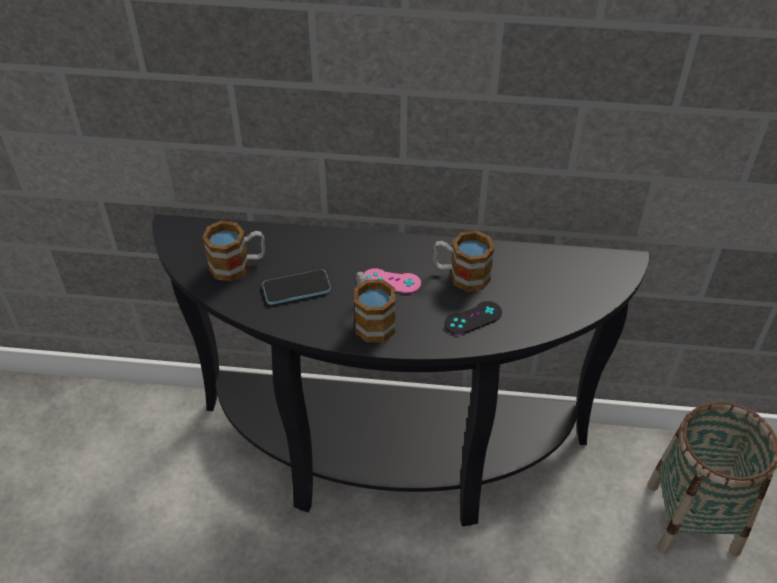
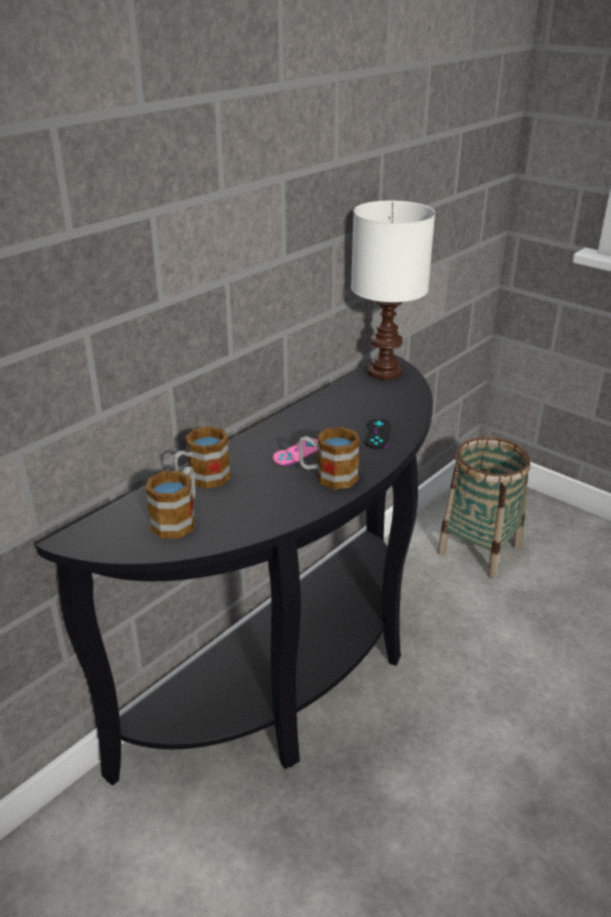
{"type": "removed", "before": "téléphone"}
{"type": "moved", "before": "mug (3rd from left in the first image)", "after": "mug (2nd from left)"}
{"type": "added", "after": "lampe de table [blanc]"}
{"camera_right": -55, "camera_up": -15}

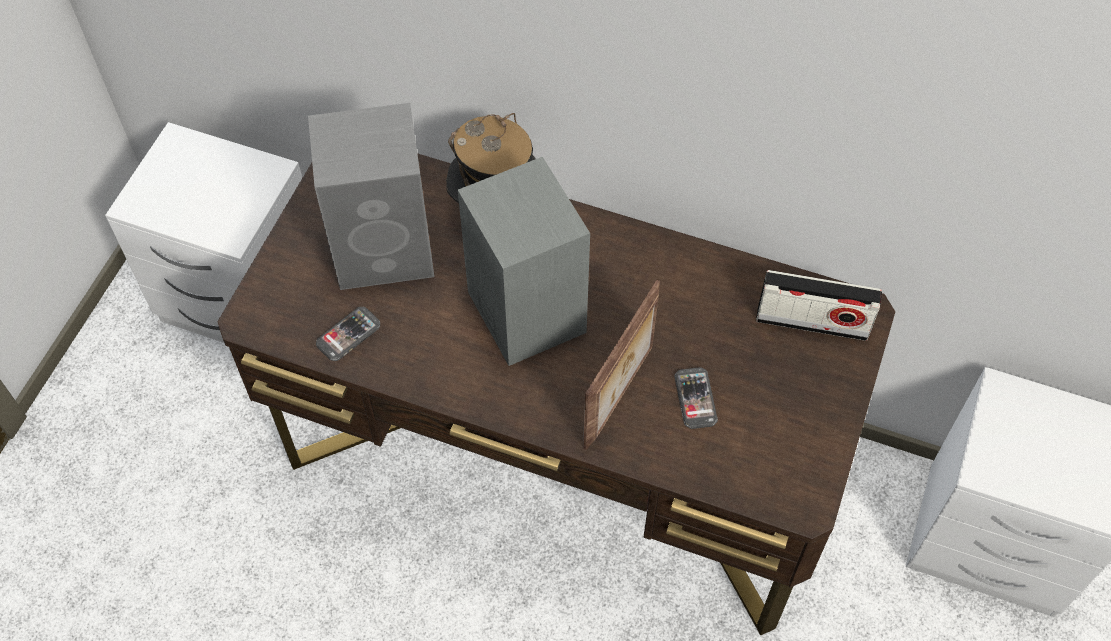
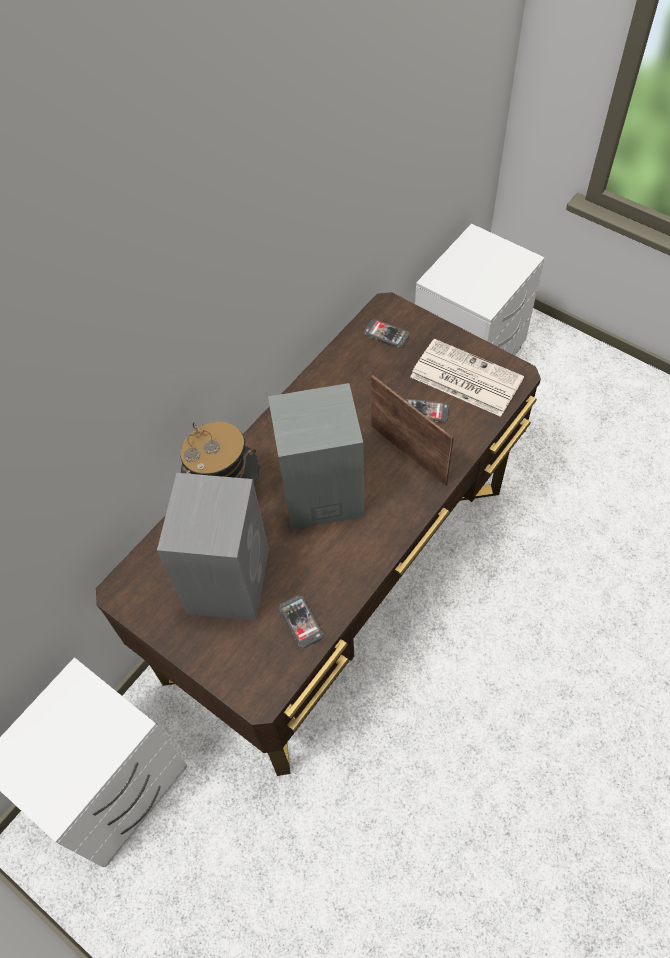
{"type": "replaced", "before": "radio", "after": "téléphone (2nd from left)"}
{"type": "added", "after": "journal"}
{"camera_right": -70, "camera_up": 0}

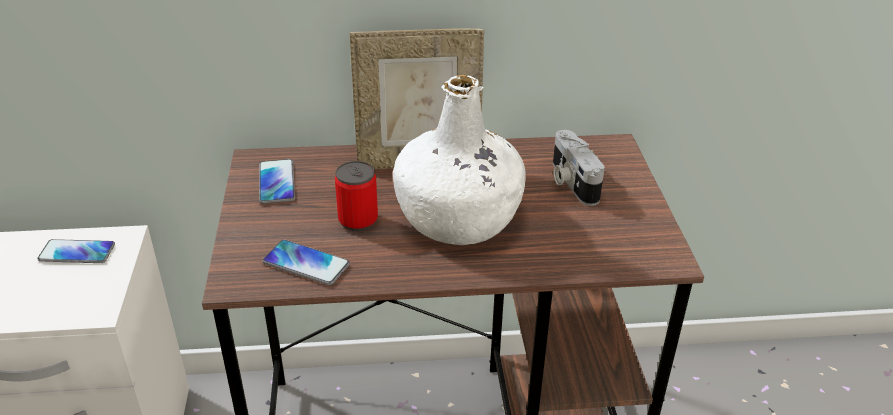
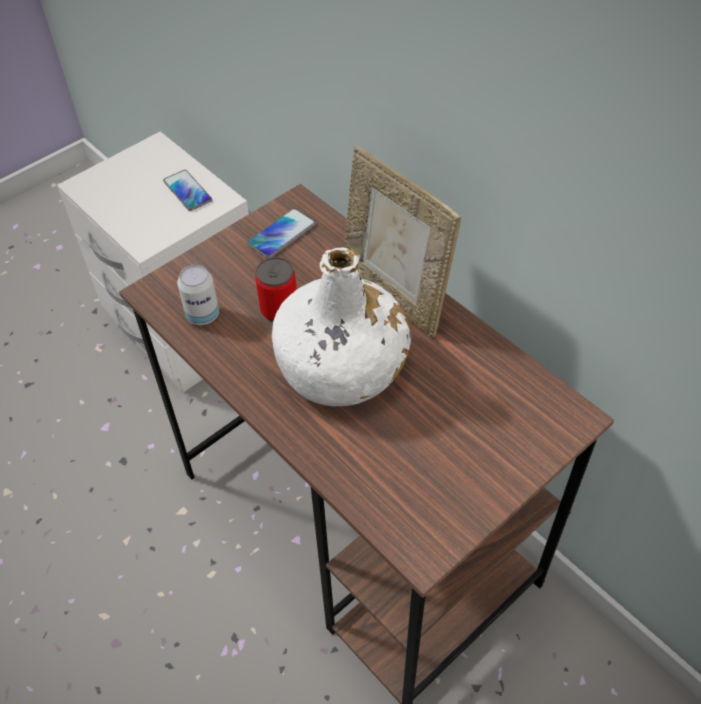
{"type": "replaced", "before": "téléphone (3rd from left)", "after": "boîte métallique (1st from left)"}
{"type": "removed", "before": "appareil photo"}
{"camera_right": 55, "camera_up": 15}

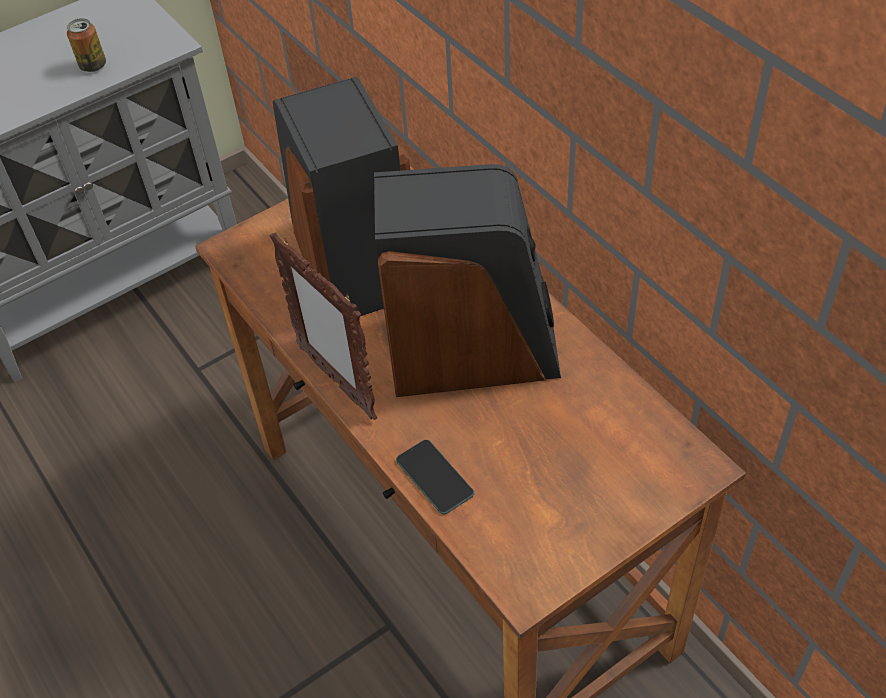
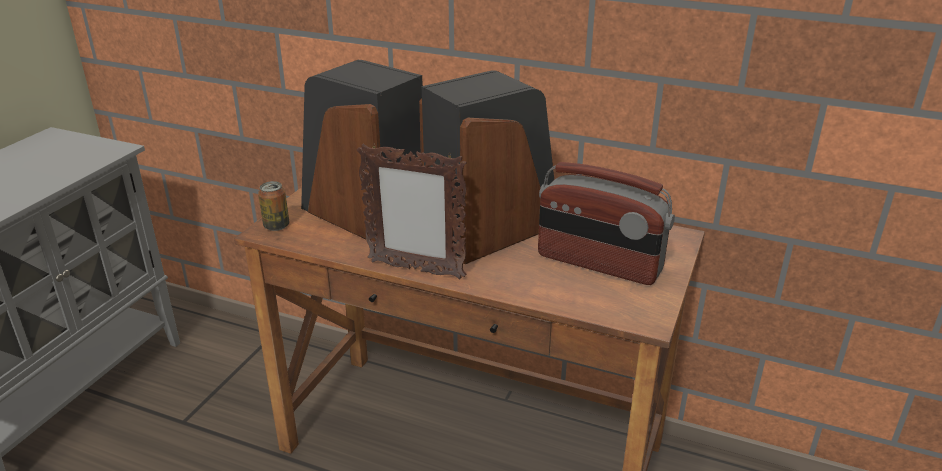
{"type": "moved", "before": "boîte métallique"}
{"type": "removed", "before": "téléphone"}
{"type": "added", "after": "radio"}
{"camera_right": -35, "camera_up": -20}

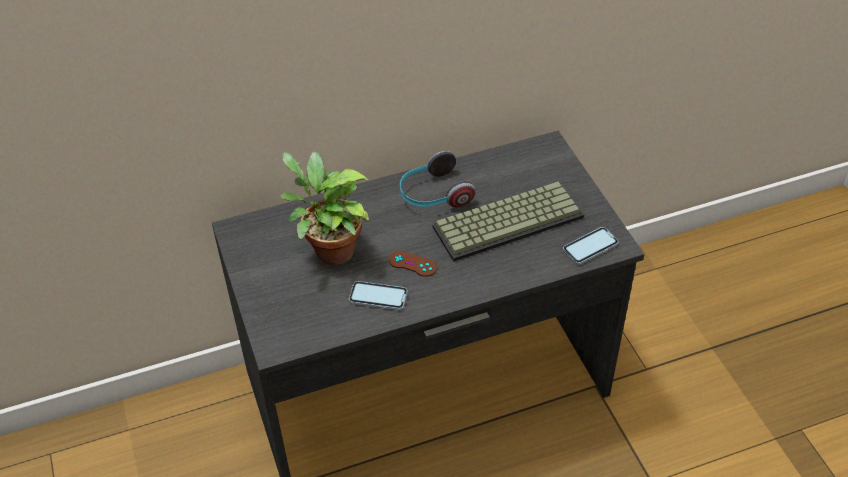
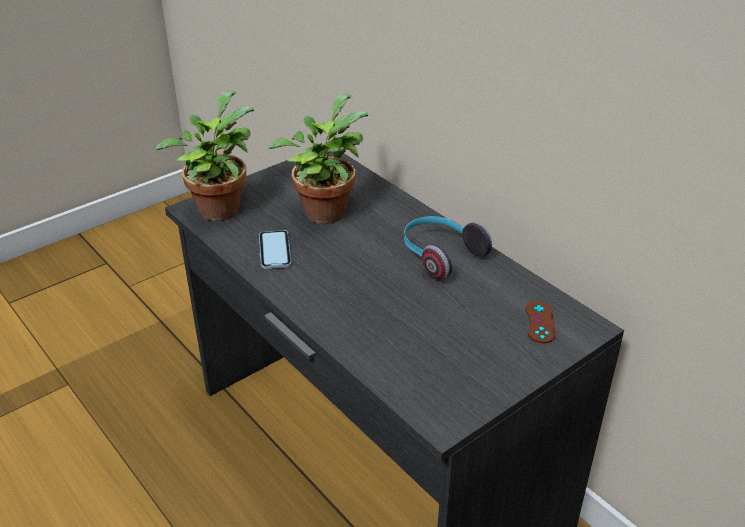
{"type": "moved", "before": "manette [marron]"}
{"type": "removed", "before": "clavier"}
{"type": "removed", "before": "téléphone (2nd from left)"}
{"type": "added", "after": "plante en pot (1st from left)"}
{"camera_right": 70, "camera_up": -10}

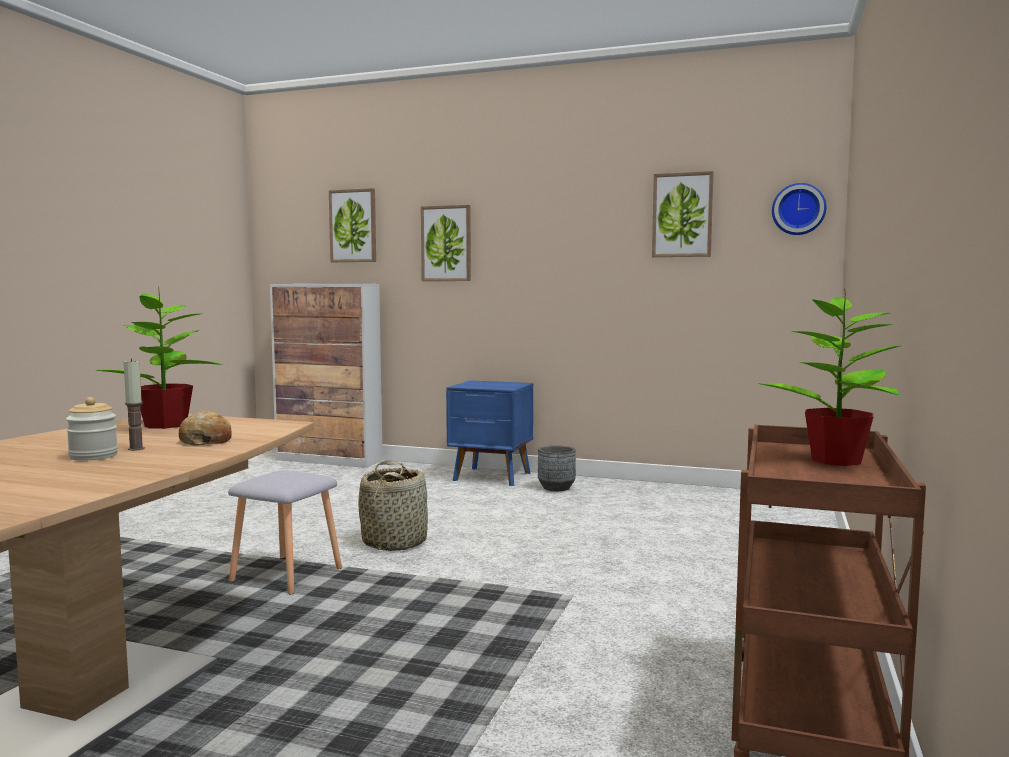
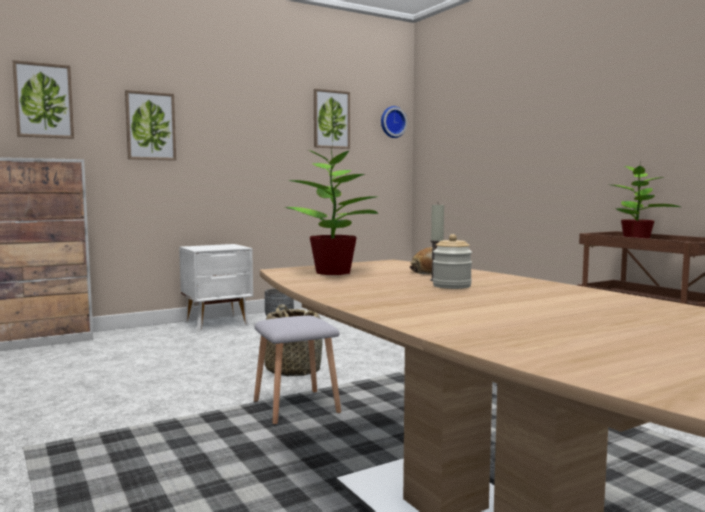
{"type": "recoloured", "before": "table de chevet [bleu]", "after": "table de chevet [blanc]"}
{"camera_right": -50, "camera_up": 0}

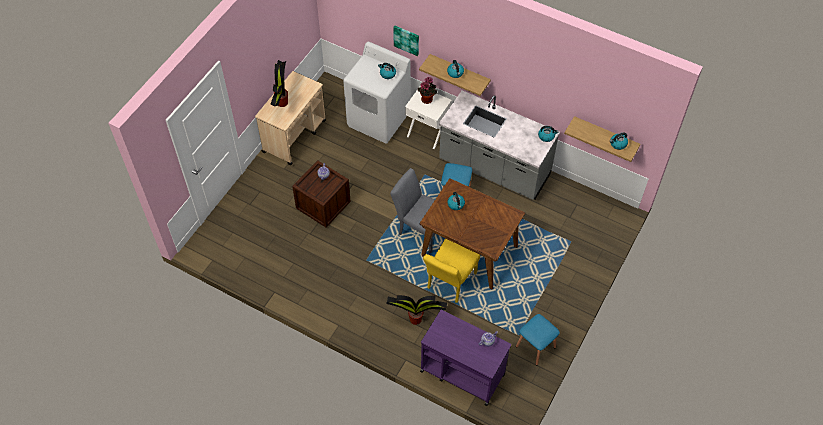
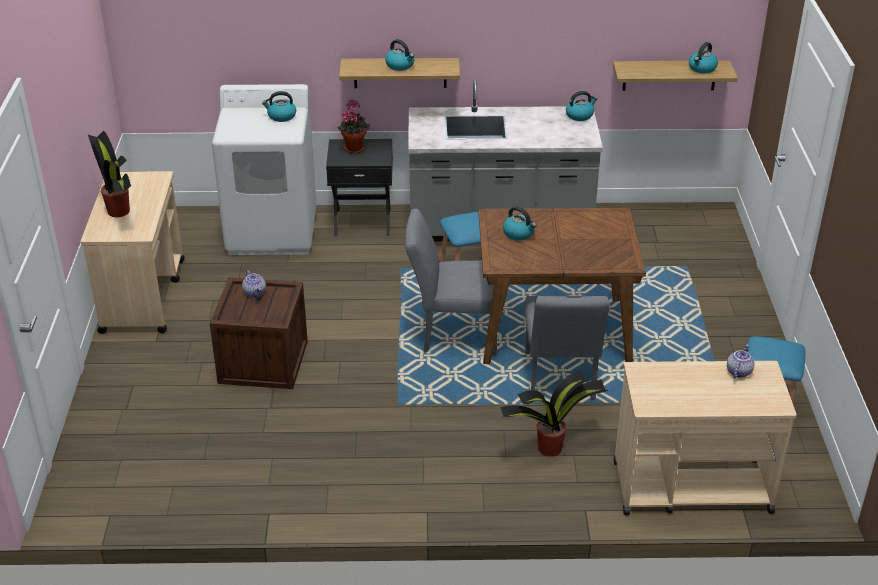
{"type": "removed", "before": "tableau"}
{"type": "recoloured", "before": "table de chevet [blanc]", "after": "table de chevet [noir]"}
{"type": "recoloured", "before": "chariot [violet]", "after": "chariot [beige] (2nd from left)"}
{"type": "recoloured", "before": "chaise [jaune]", "after": "chaise [gris] (2nd from left)"}
{"camera_right": -30, "camera_up": -20}

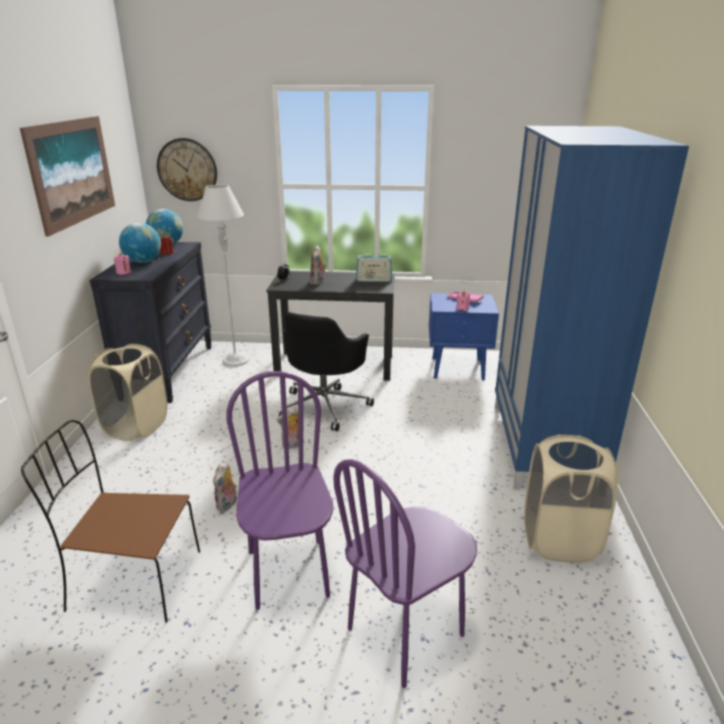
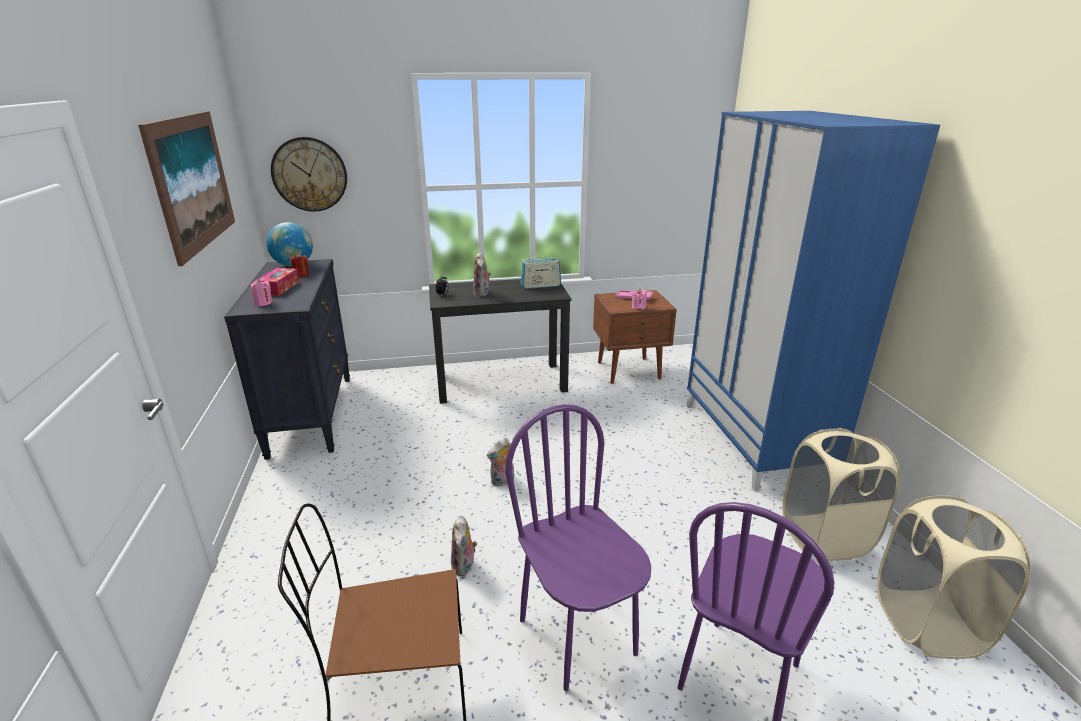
{"type": "moved", "before": "panier à linge [beige] (1st from left in the first image)", "after": "panier à linge [beige] (2nd from left)"}
{"type": "replaced", "before": "globe (1st from left)", "after": "boîte à mouchoirs"}
{"type": "removed", "before": "lampadaire [gris]"}
{"type": "removed", "before": "chaise de bureau [noir]"}
{"type": "recoloured", "before": "table de chevet [bleu]", "after": "table de chevet [marron]"}
{"camera_right": -15, "camera_up": 0}

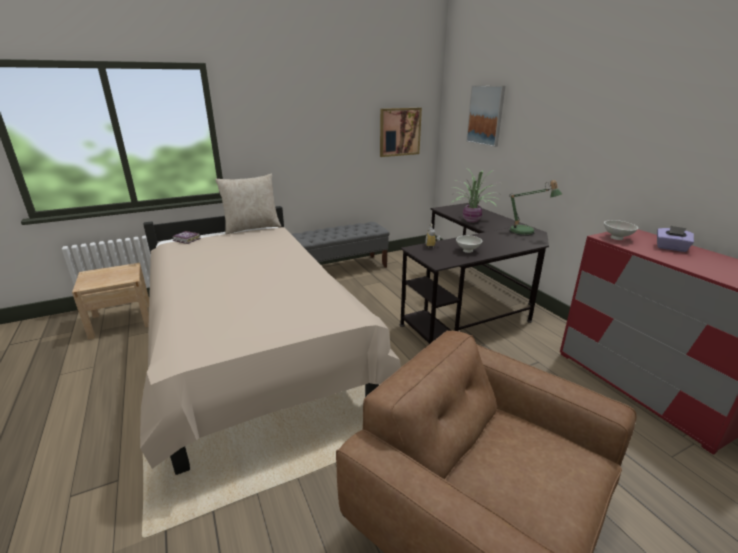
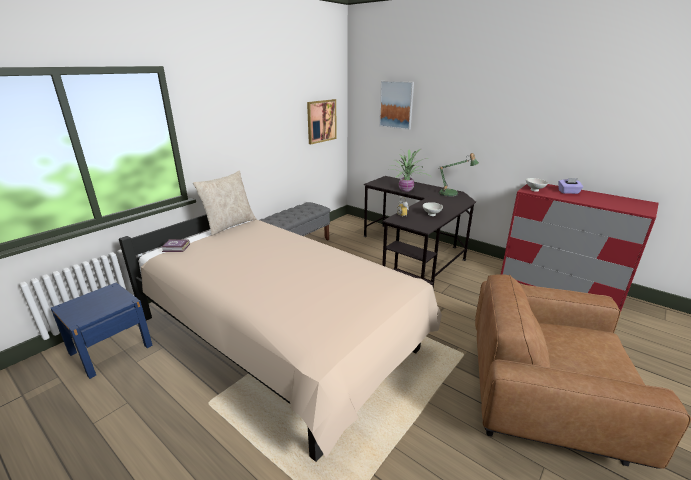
{"type": "recoloured", "before": "table de chevet [beige]", "after": "table de chevet [bleu]"}
{"camera_right": -25, "camera_up": 0}

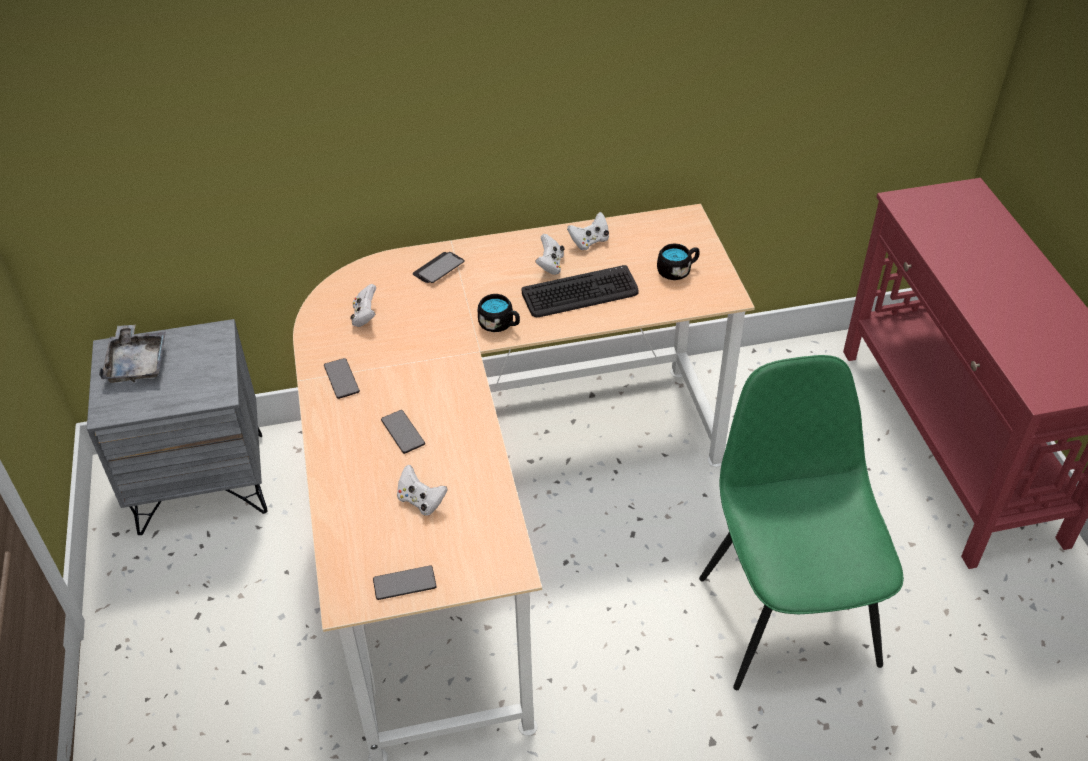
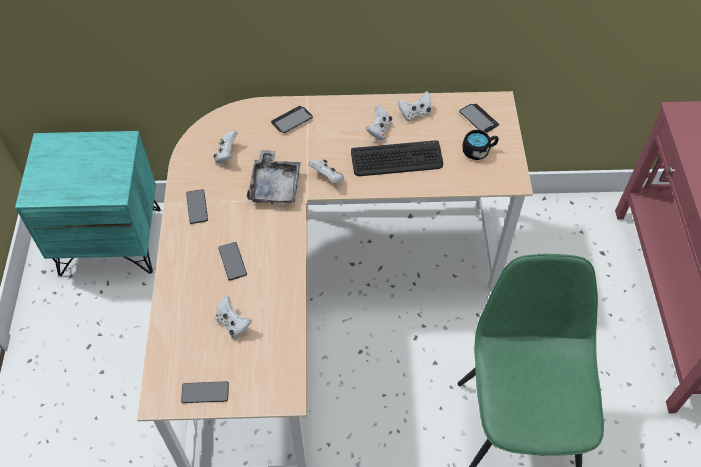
{"type": "recoloured", "before": "table de chevet [gris]", "after": "table de chevet [turquoise]"}
{"type": "moved", "before": "plateau [gris]"}
{"type": "replaced", "before": "mug [noir] (1st from left)", "after": "manette [blanc] (3rd from left)"}
{"type": "added", "after": "téléphone (5th from left)"}
{"camera_right": 10, "camera_up": 10}

